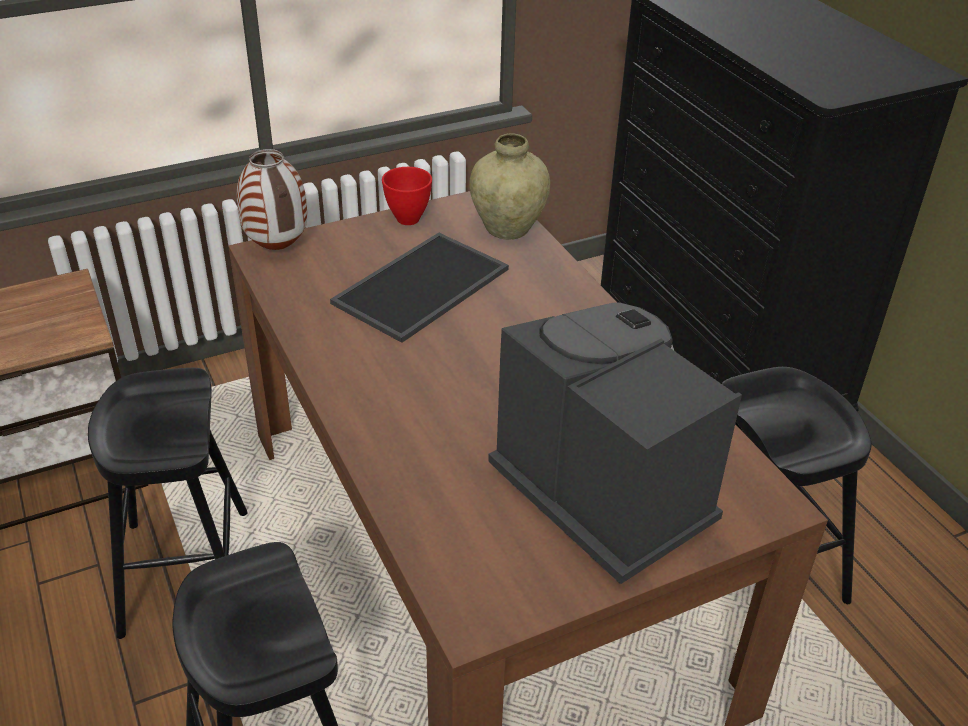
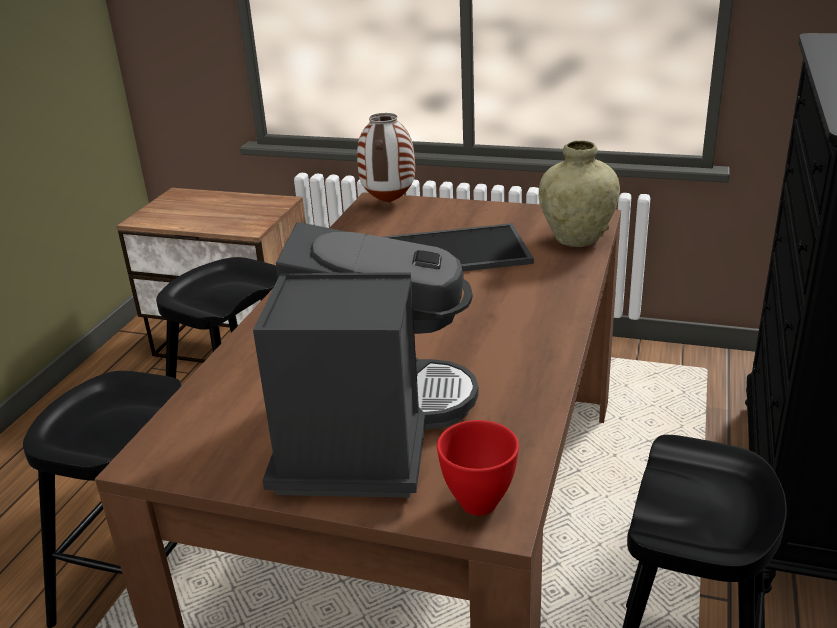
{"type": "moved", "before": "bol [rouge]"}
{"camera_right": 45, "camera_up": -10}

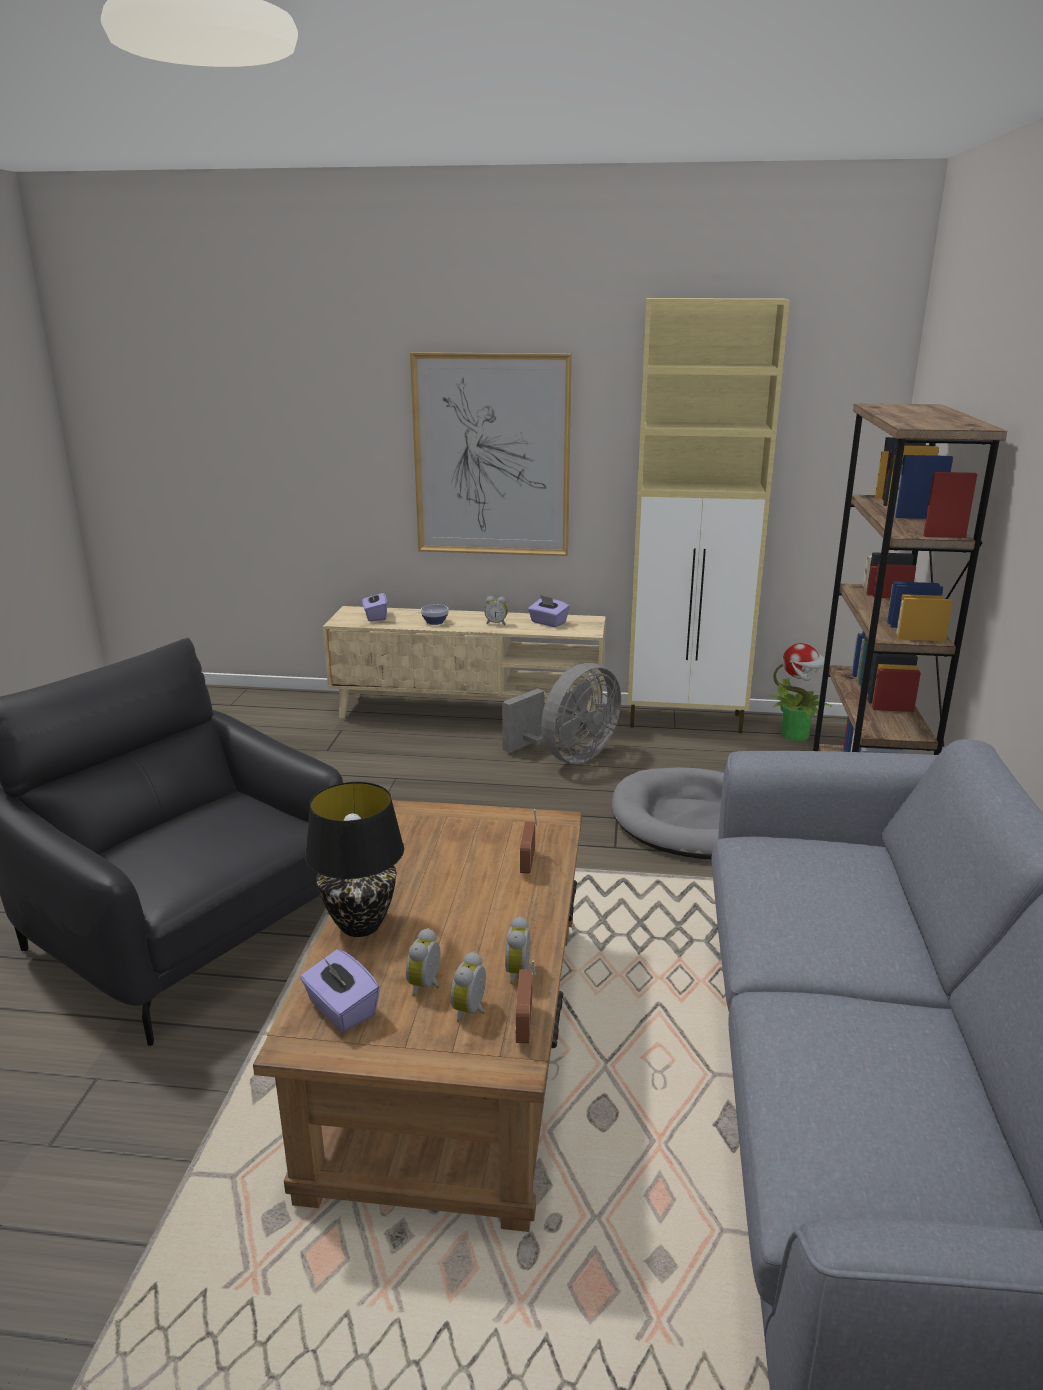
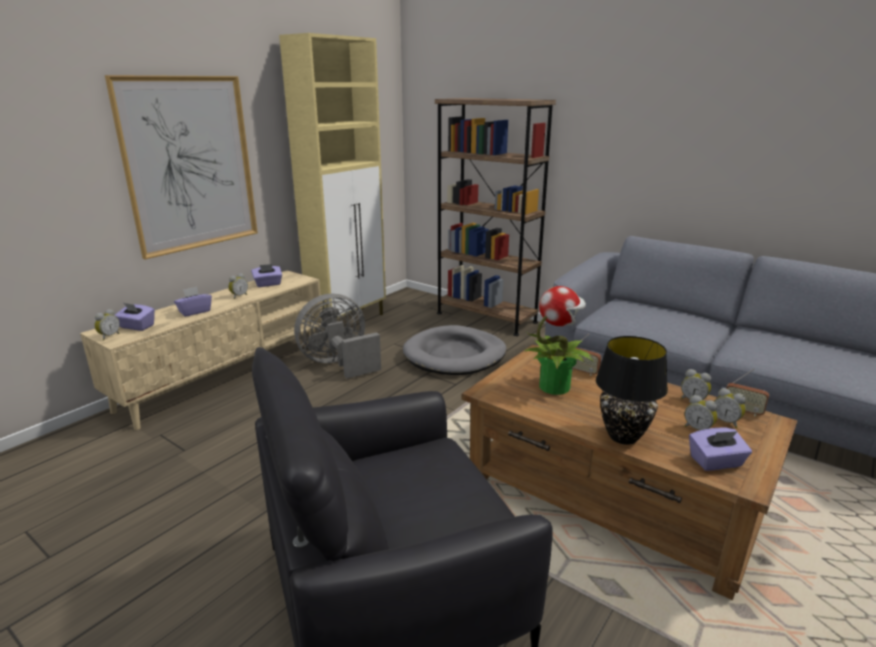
{"type": "replaced", "before": "bol", "after": "boîte à mouchoirs [violet] (2nd from left)"}
{"type": "turned", "before": "ventilateur [gris]", "turn": -105}
{"type": "moved", "before": "plante en pot"}
{"type": "added", "after": "réveil (1st from left)"}
{"camera_right": -60, "camera_up": 0}

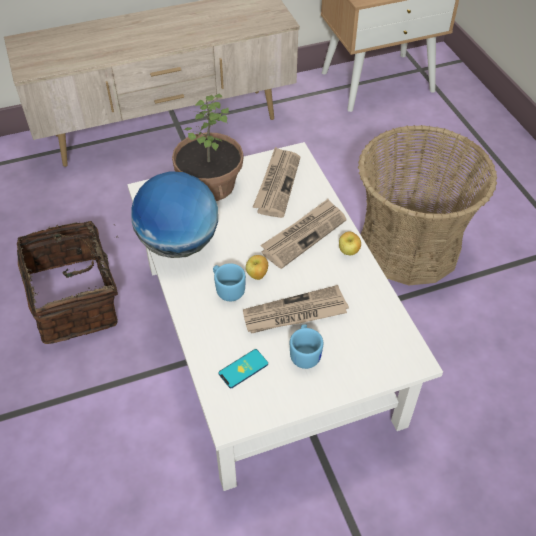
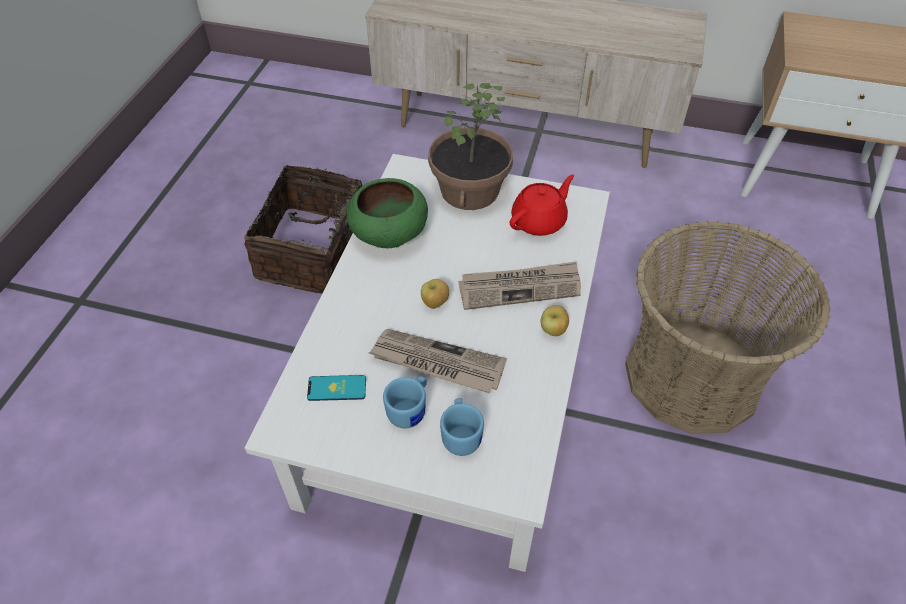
{"type": "replaced", "before": "globe", "after": "bol [vert]"}
{"type": "moved", "before": "mug [bleu] (1st from left in the first image)", "after": "mug [bleu] (2nd from left)"}
{"type": "replaced", "before": "journal (1st from left)", "after": "théière [rouge]"}
{"camera_right": 35, "camera_up": 0}

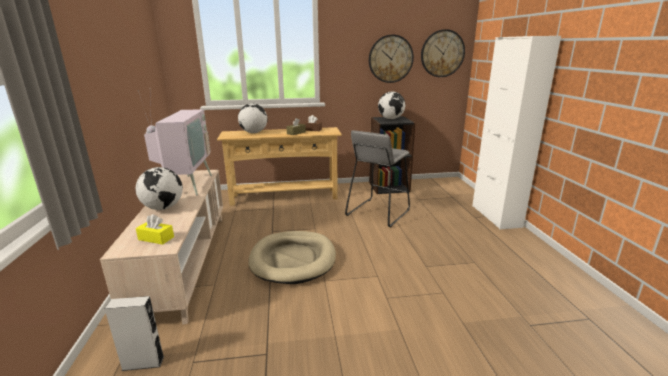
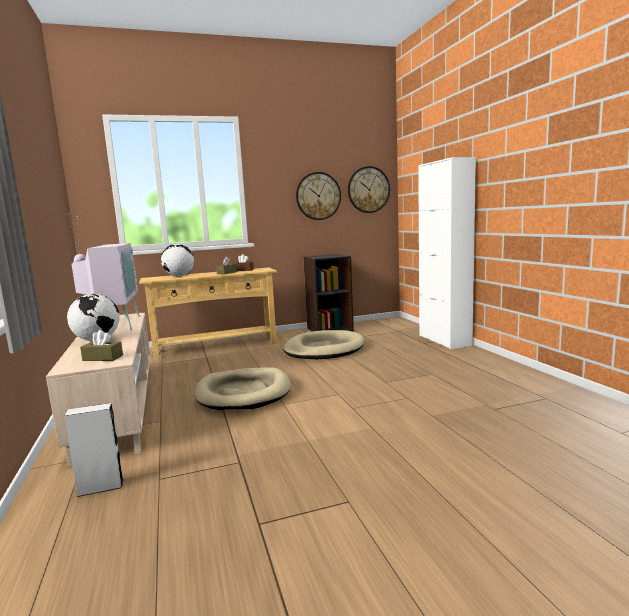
{"type": "recoloured", "before": "boîte à mouchoirs [jaune]", "after": "boîte à mouchoirs [marron] (1st from left)"}
{"type": "replaced", "before": "tabouret [gris]", "after": "panier pour chien [beige] (2nd from left)"}
{"type": "removed", "before": "globe (3rd from left)"}
{"camera_right": -10, "camera_up": -10}

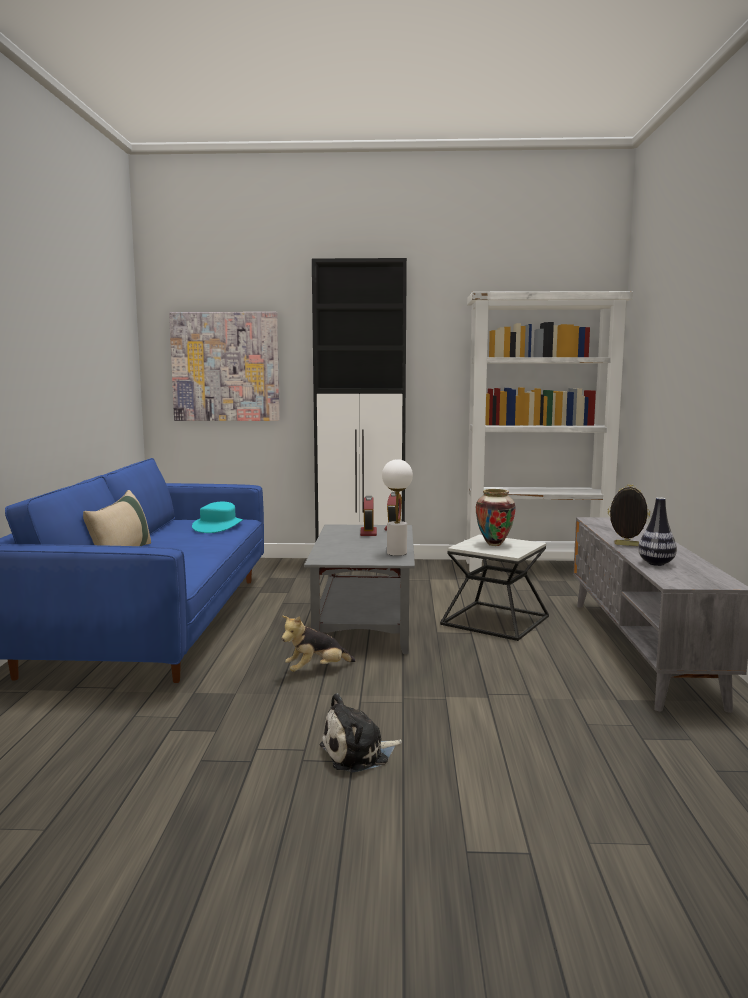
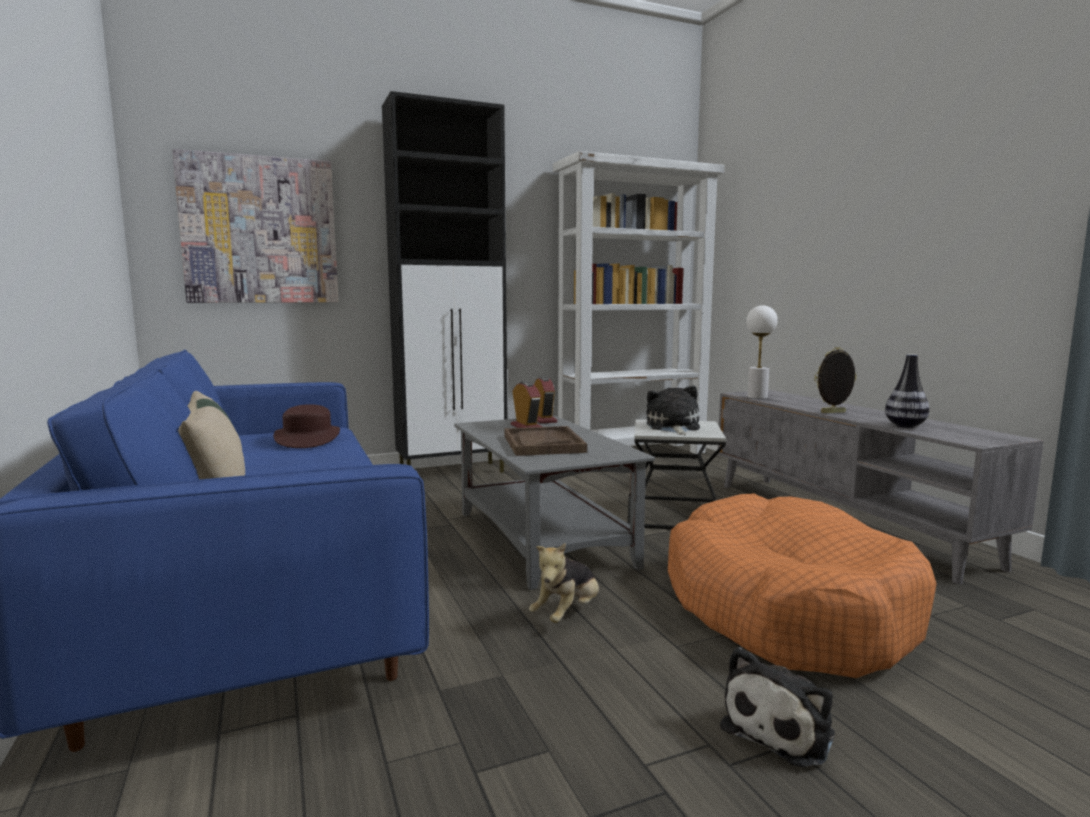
{"type": "recoloured", "before": "chapeau [turquoise]", "after": "chapeau [marron]"}
{"type": "moved", "before": "lampe de table [blanc]"}
{"type": "replaced", "before": "vase (1st from left)", "after": "peluche (2nd from left)"}
{"type": "added", "after": "plateau [marron]"}
{"type": "added", "after": "panier pour chien [orange]"}
{"camera_right": -25, "camera_up": 0}

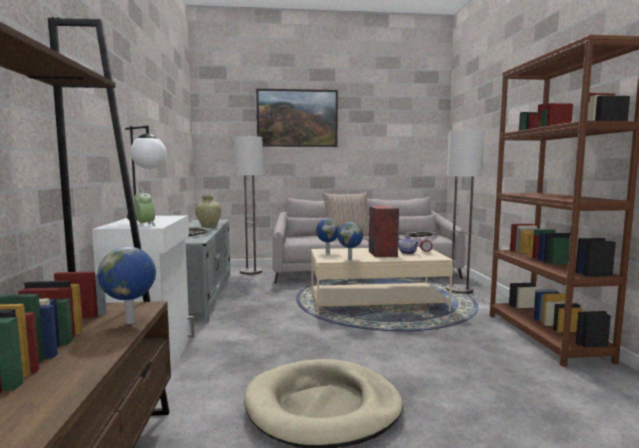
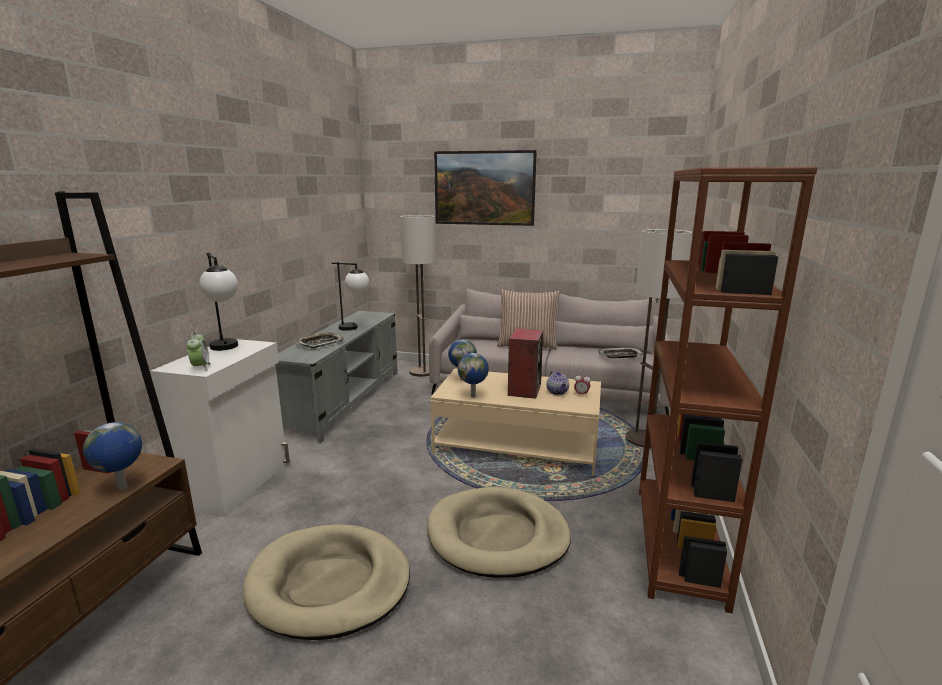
{"type": "replaced", "before": "vase [beige]", "after": "lampe de table (2nd from left)"}
{"type": "added", "after": "panier pour chien [beige] (2nd from left)"}
{"camera_right": 20, "camera_up": 10}

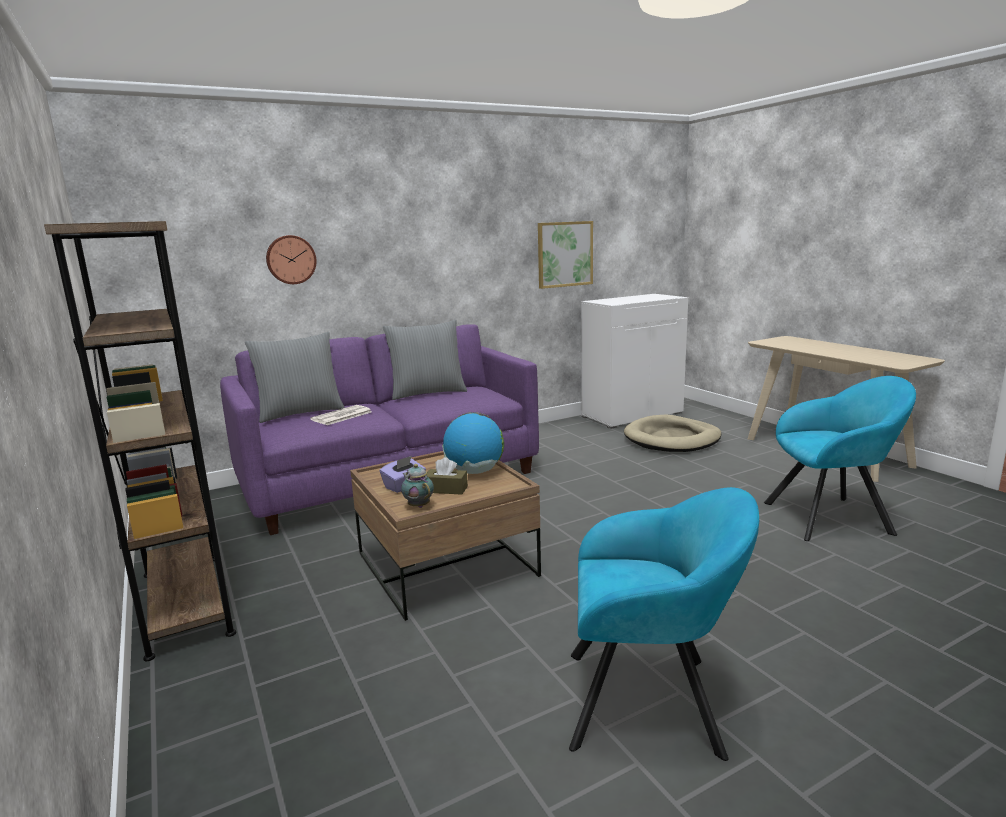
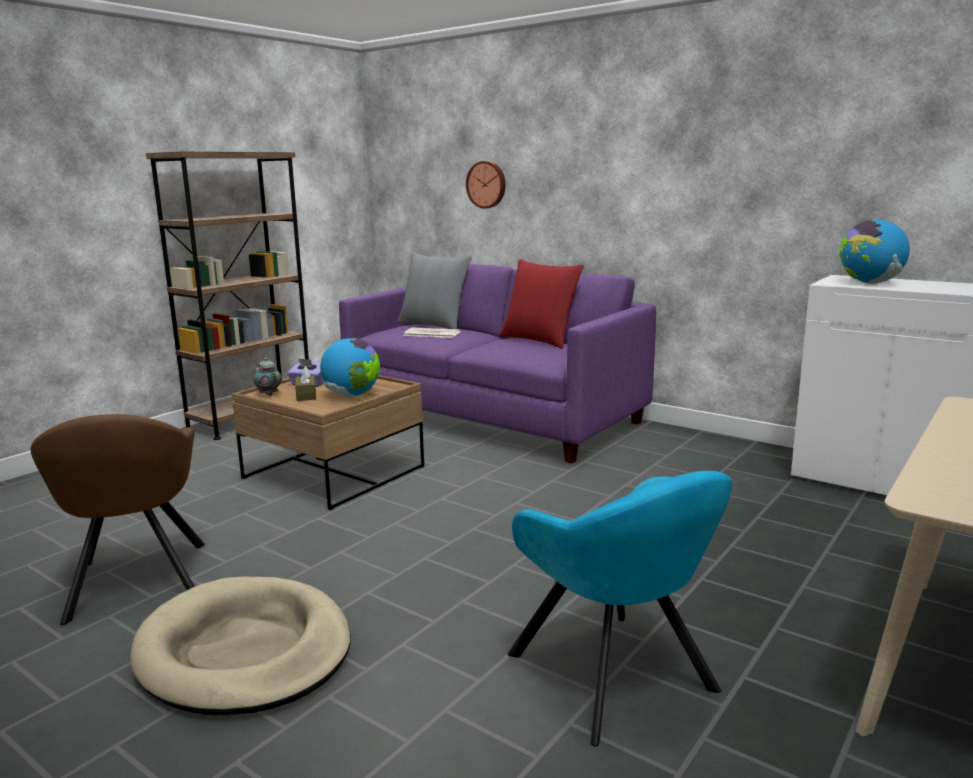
{"type": "recoloured", "before": "coussin [gris] (2nd from left)", "after": "coussin [rouge]"}
{"type": "turned", "before": "théière", "turn": -75}
{"type": "removed", "before": "tableau"}
{"type": "recoloured", "before": "fauteuil [turquoise] (1st from left)", "after": "fauteuil [marron]"}
{"type": "moved", "before": "panier pour chien [beige]"}
{"type": "added", "after": "globe (2nd from left)"}
{"camera_right": 65, "camera_up": 0}

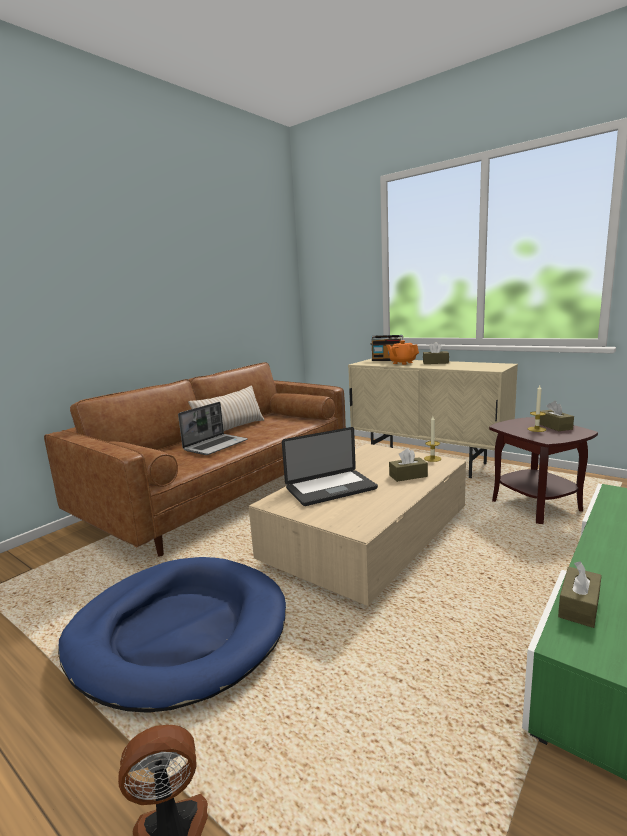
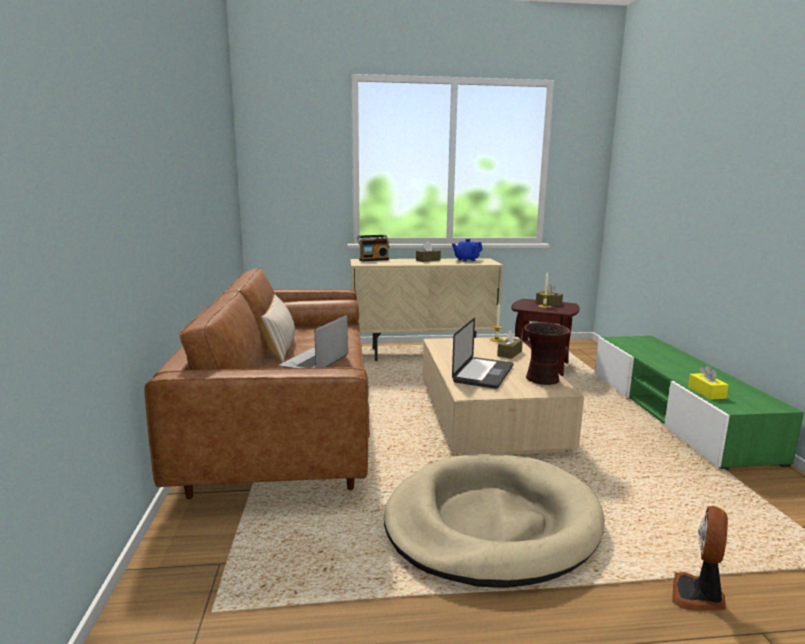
{"type": "recoloured", "before": "panier pour chien [bleu]", "after": "panier pour chien [beige]"}
{"type": "turned", "before": "ordinateur portable (1st from left)", "turn": -150}
{"type": "removed", "before": "théière [orange]"}
{"type": "recoloured", "before": "boîte à mouchoirs [marron] (4th from left)", "after": "boîte à mouchoirs [jaune]"}
{"type": "added", "after": "théière [bleu]"}
{"type": "added", "after": "vase"}
{"camera_right": -45, "camera_up": 0}

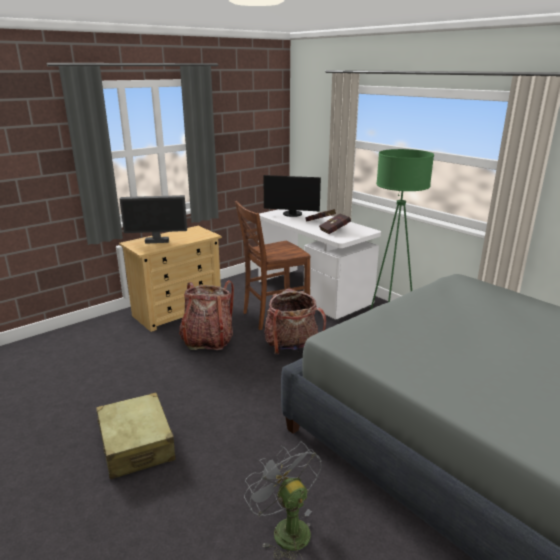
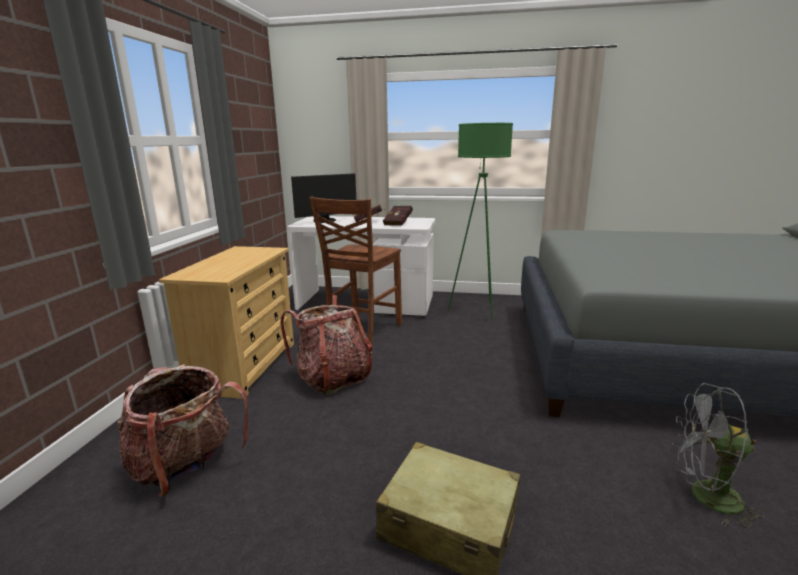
{"type": "removed", "before": "écran d'ordinateur (1st from left)"}
{"type": "moved", "before": "sac à dos (2nd from left in the first image)", "after": "sac à dos (1st from left)"}
{"camera_right": -40, "camera_up": -5}

